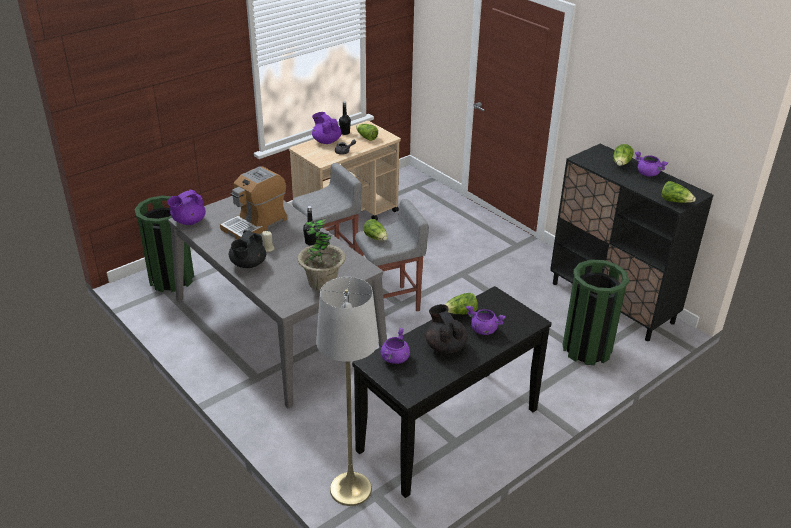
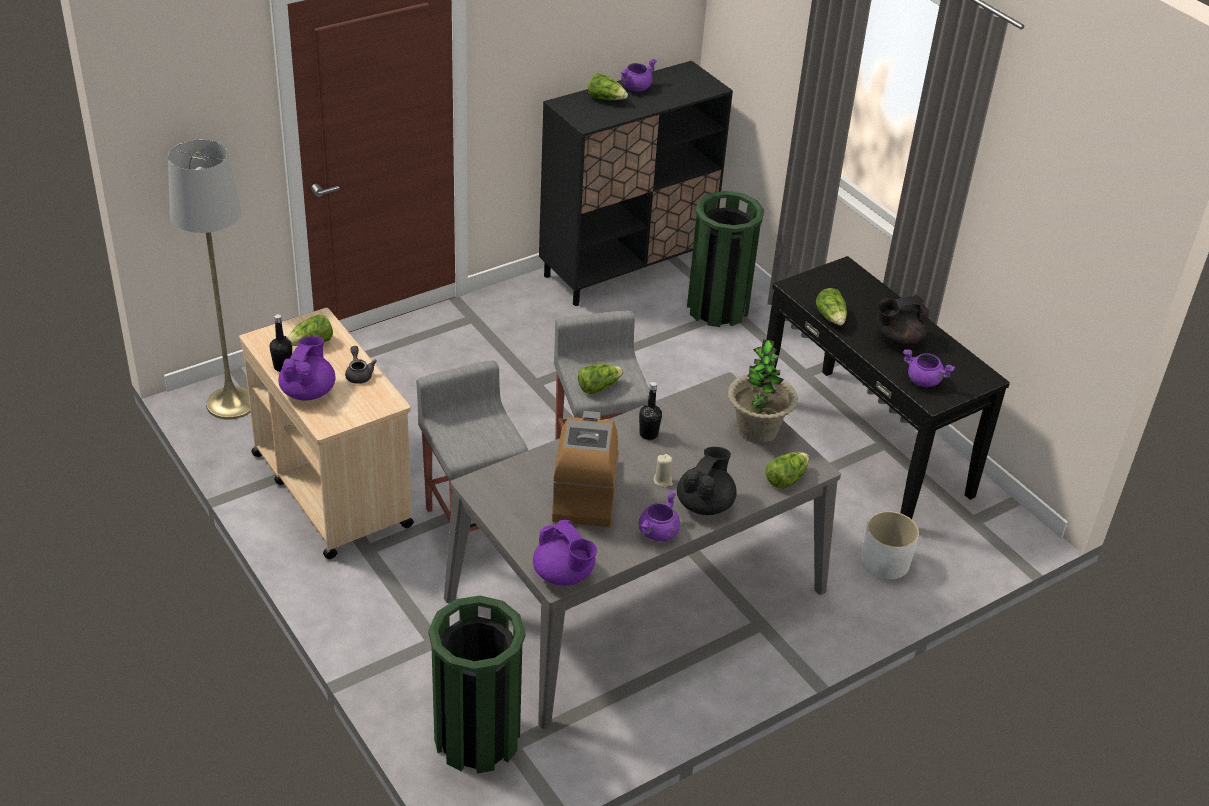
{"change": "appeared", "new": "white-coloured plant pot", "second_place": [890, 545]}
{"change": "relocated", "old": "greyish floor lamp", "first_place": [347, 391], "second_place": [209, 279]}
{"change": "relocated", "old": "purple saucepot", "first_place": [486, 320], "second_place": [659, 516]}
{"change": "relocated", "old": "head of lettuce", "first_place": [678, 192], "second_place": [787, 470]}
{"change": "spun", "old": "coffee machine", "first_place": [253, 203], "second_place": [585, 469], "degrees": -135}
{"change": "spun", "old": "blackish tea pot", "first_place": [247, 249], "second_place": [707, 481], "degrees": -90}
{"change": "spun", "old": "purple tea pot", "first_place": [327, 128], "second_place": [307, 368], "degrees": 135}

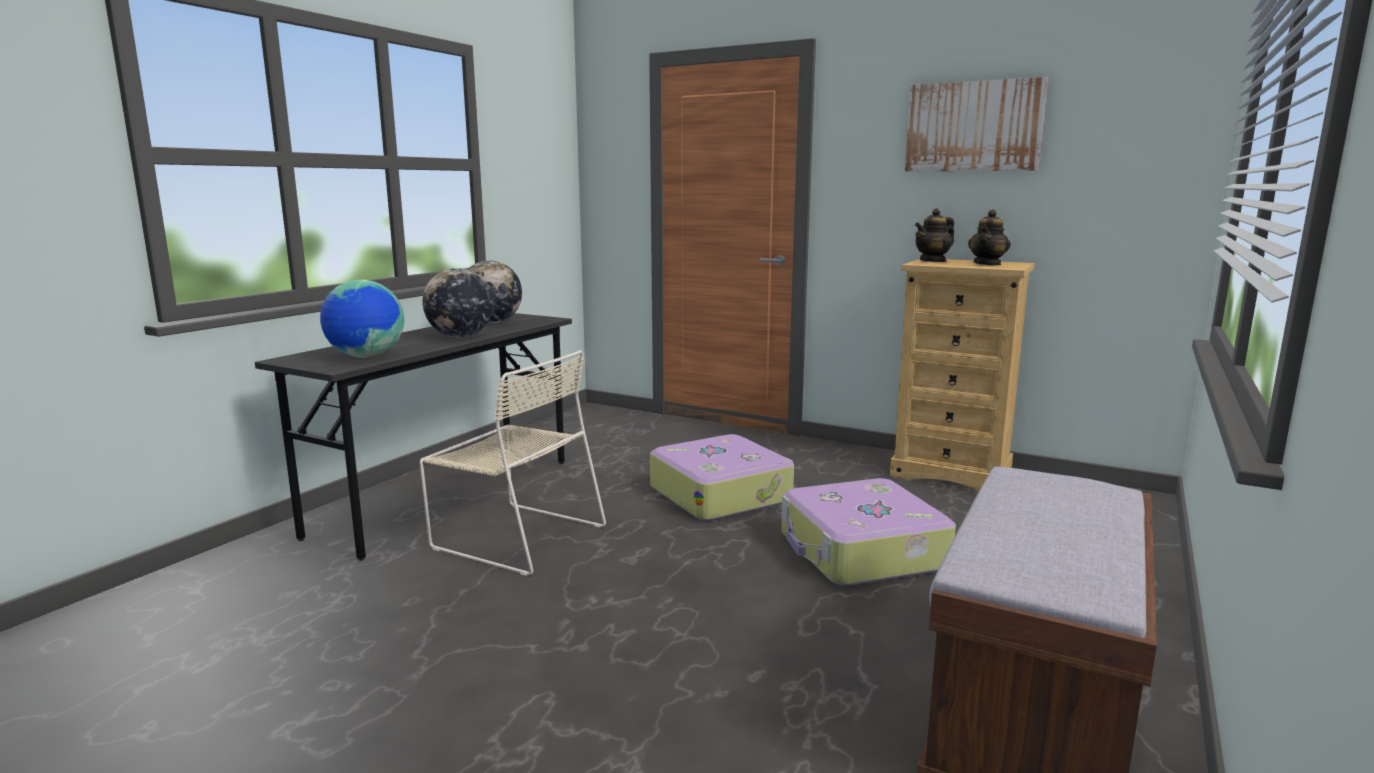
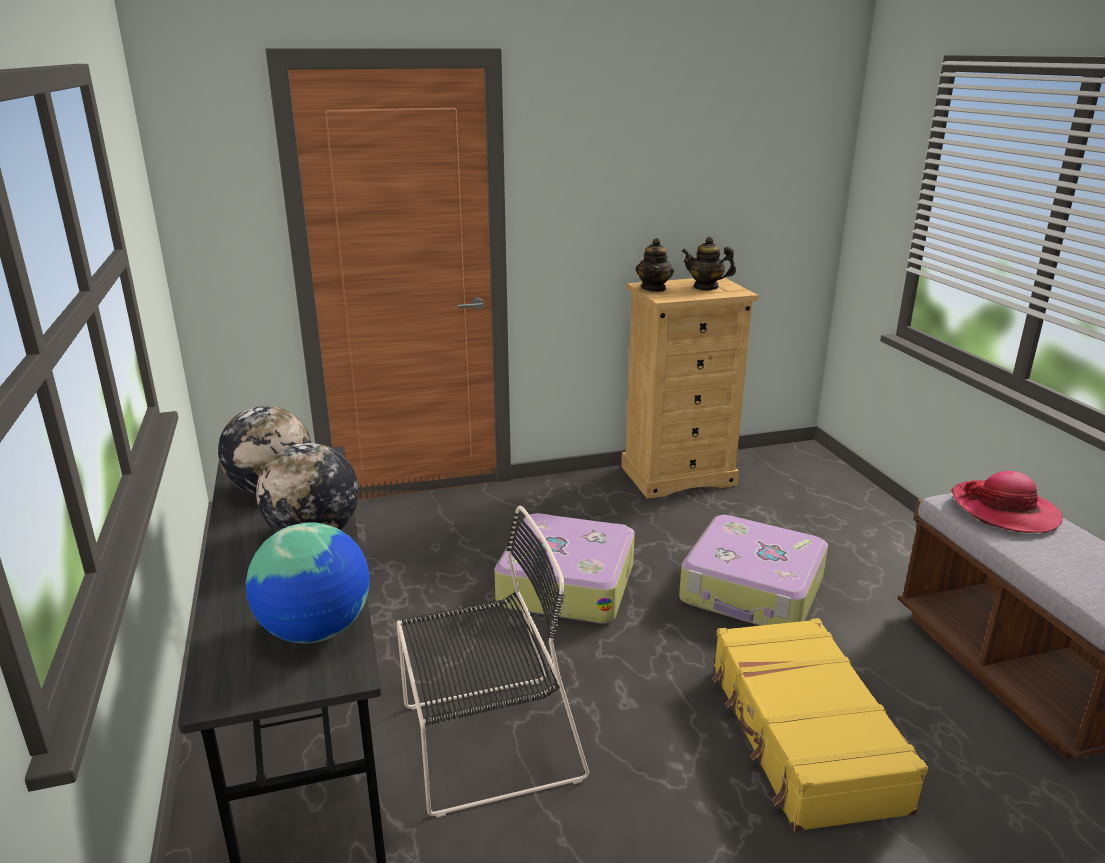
{"change": "missing", "old": "wall art", "first_place": [976, 124]}
{"change": "appeared", "new": "yellow-coloured suitcase", "second_place": [820, 725]}
{"change": "appeared", "new": "hat", "second_place": [1007, 502]}
{"change": "colour", "old": "beige plain chair", "new": "blackish plain chair", "first_place": [513, 463], "second_place": [493, 662]}
{"change": "spun", "old": "tea pot", "first_place": [989, 237], "second_place": [709, 263], "degrees": 120}

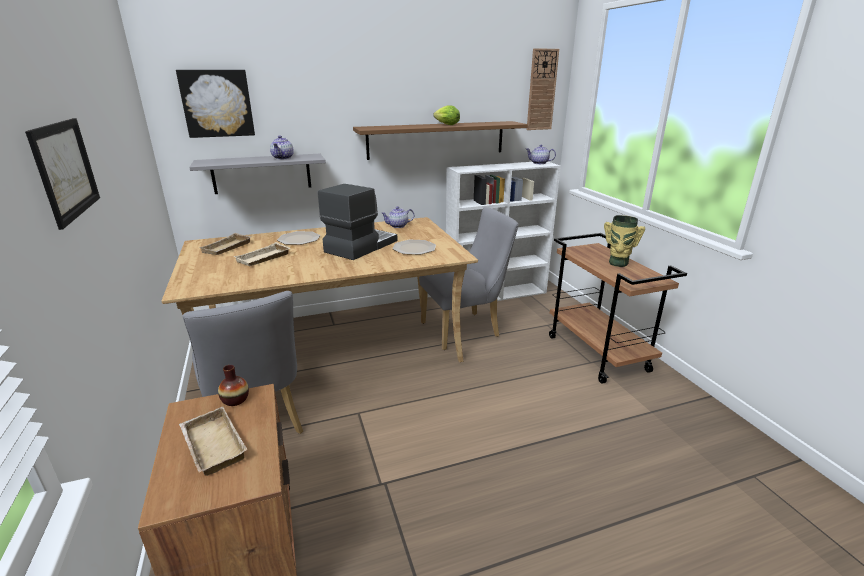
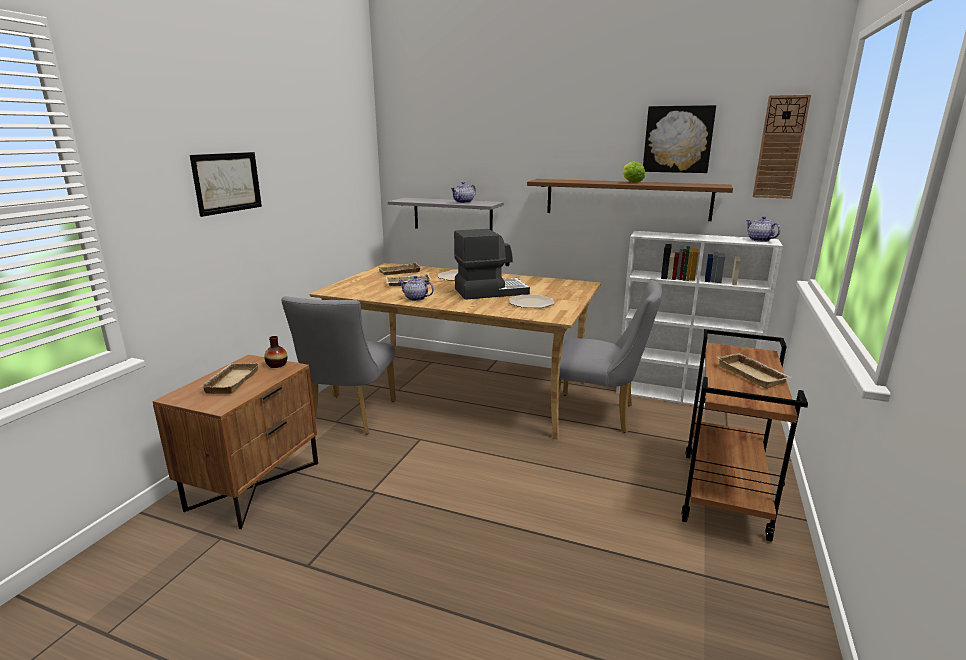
{"change": "relocated", "old": "wall art", "first_place": [215, 104], "second_place": [679, 139]}
{"change": "relocated", "old": "tea pot", "first_place": [397, 217], "second_place": [416, 288]}
{"change": "exchanged", "old": "decorative vase", "new": "beige tray", "first_place": [624, 241], "second_place": [755, 371]}

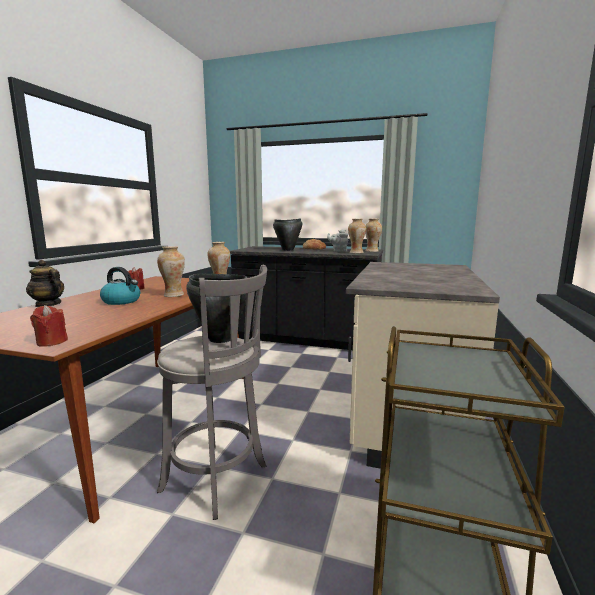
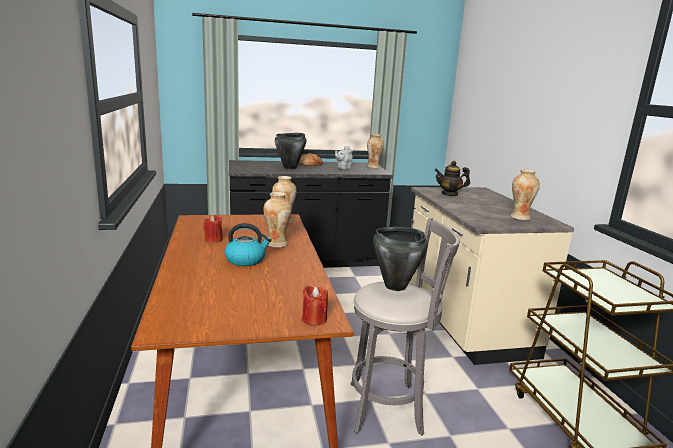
{"change": "relocated", "old": "tea pot", "first_place": [45, 283], "second_place": [452, 178]}
{"change": "relocated", "old": "decorative vase", "first_place": [357, 236], "second_place": [525, 194]}

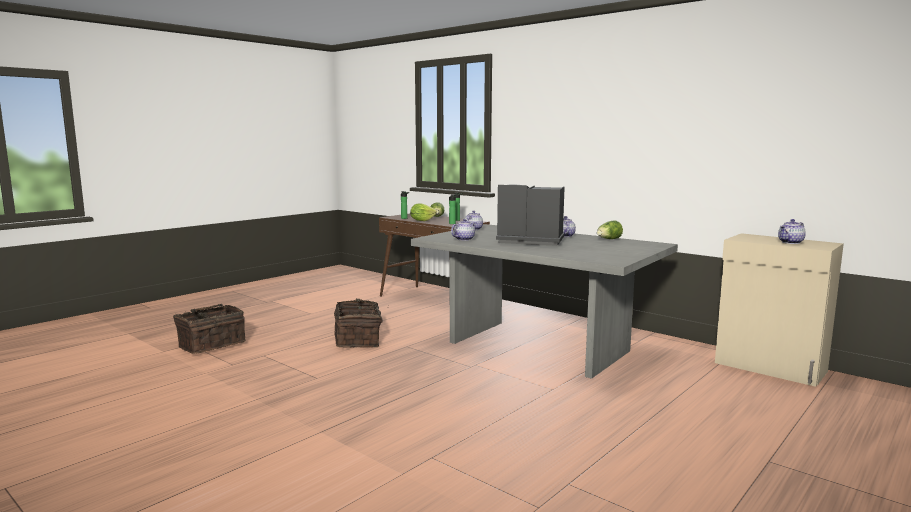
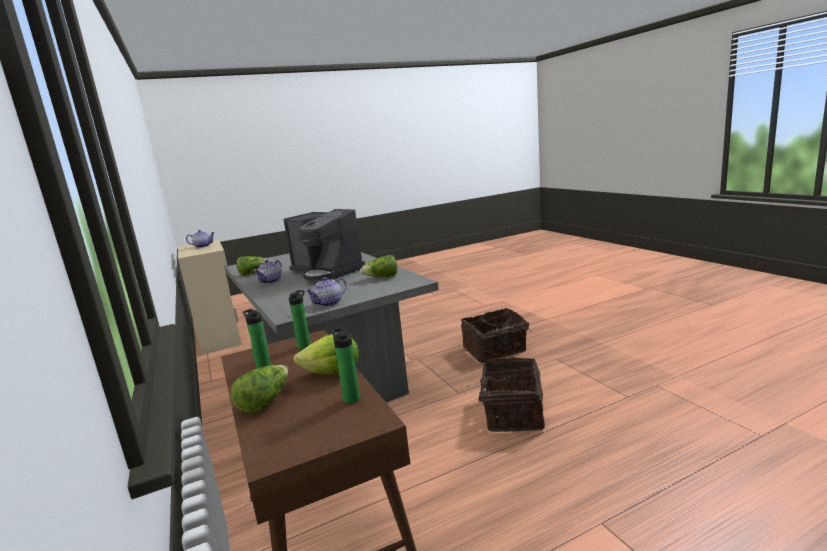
{"change": "relocated", "old": "basket", "first_place": [209, 329], "second_place": [495, 335]}
{"change": "exchanged", "old": "tea pot", "new": "head of lettuce", "first_place": [464, 230], "second_place": [379, 266]}

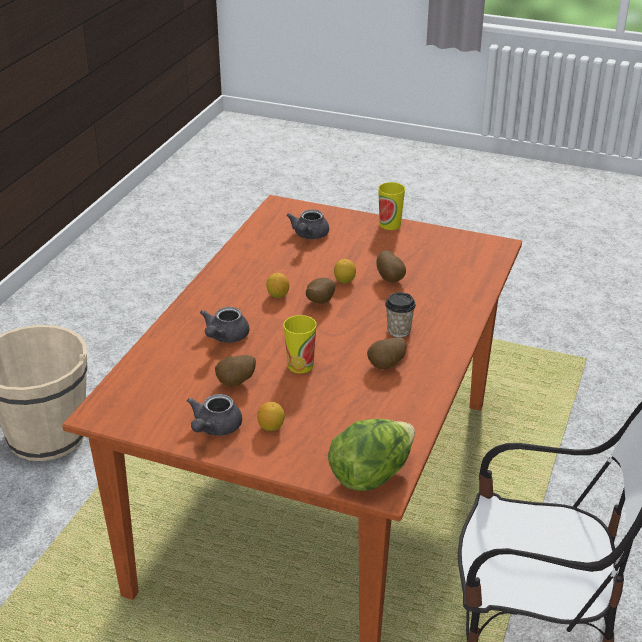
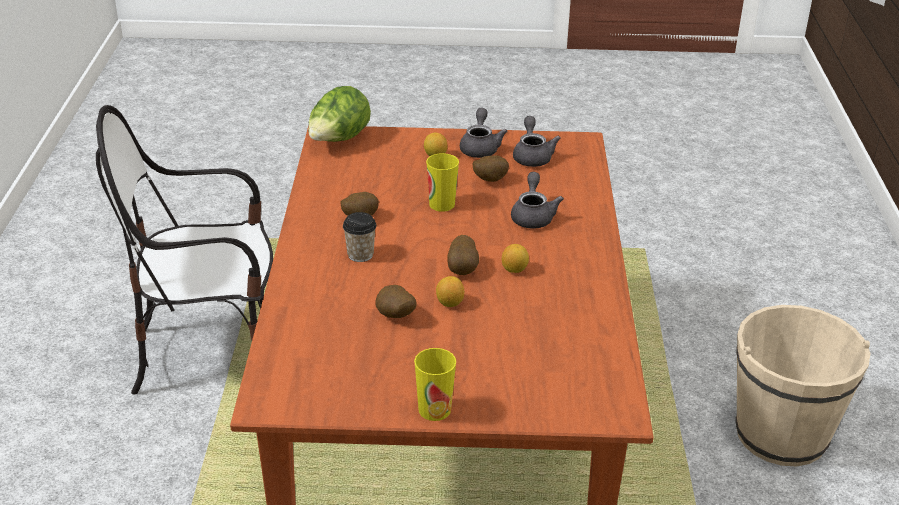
{"change": "relocated", "old": "greyish tea pot", "first_place": [308, 224], "second_place": [537, 141]}

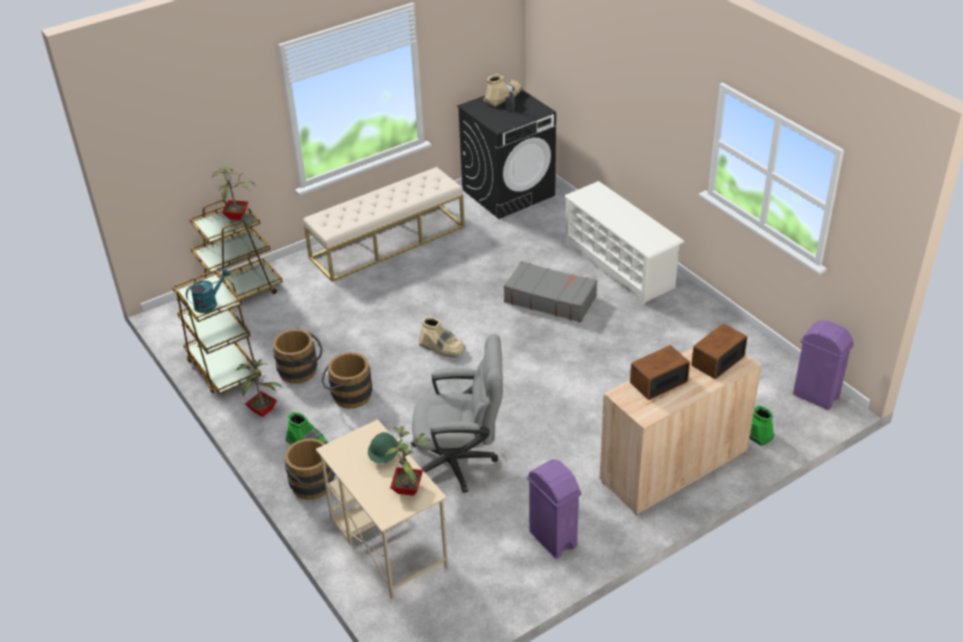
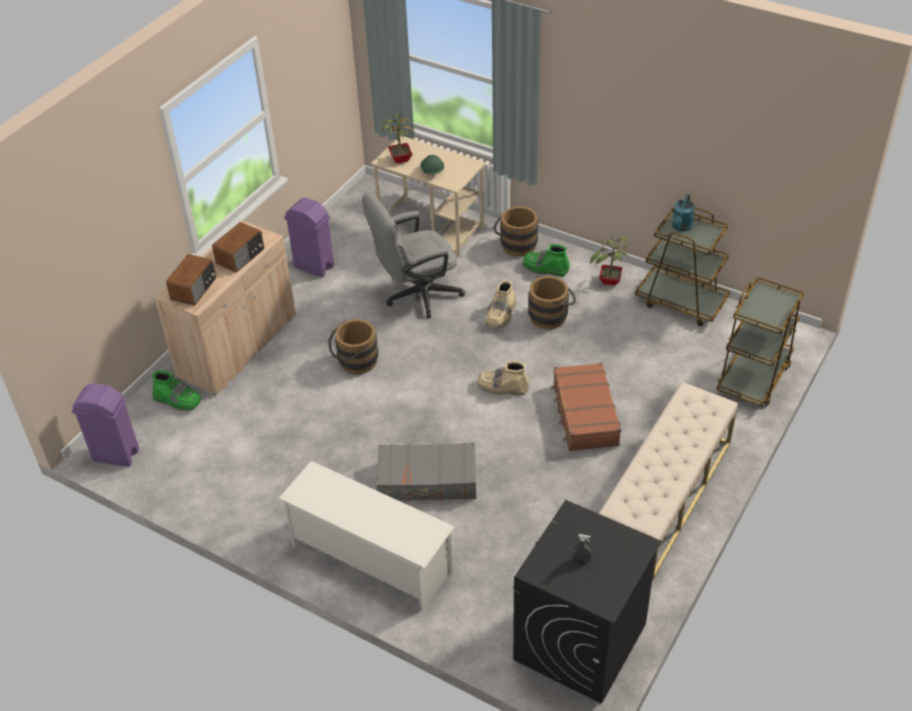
{"change": "missing", "old": "potted plant", "first_place": [233, 193]}
{"change": "appeared", "new": "brown-coloured suitcase", "second_place": [586, 406]}
{"change": "relocated", "old": "brown-coloured pail", "first_place": [298, 356], "second_place": [353, 346]}
{"change": "relocated", "old": "beige tall boot", "first_place": [503, 90], "second_place": [501, 304]}

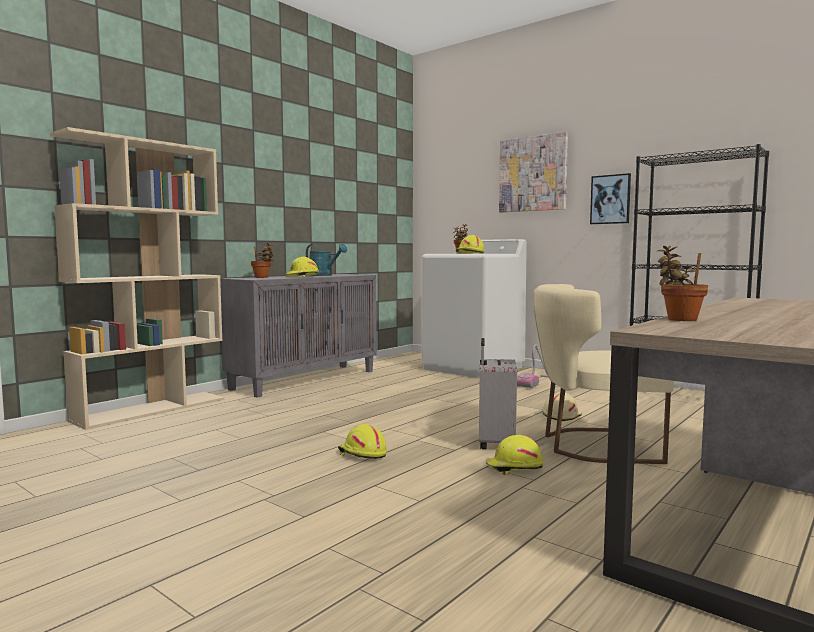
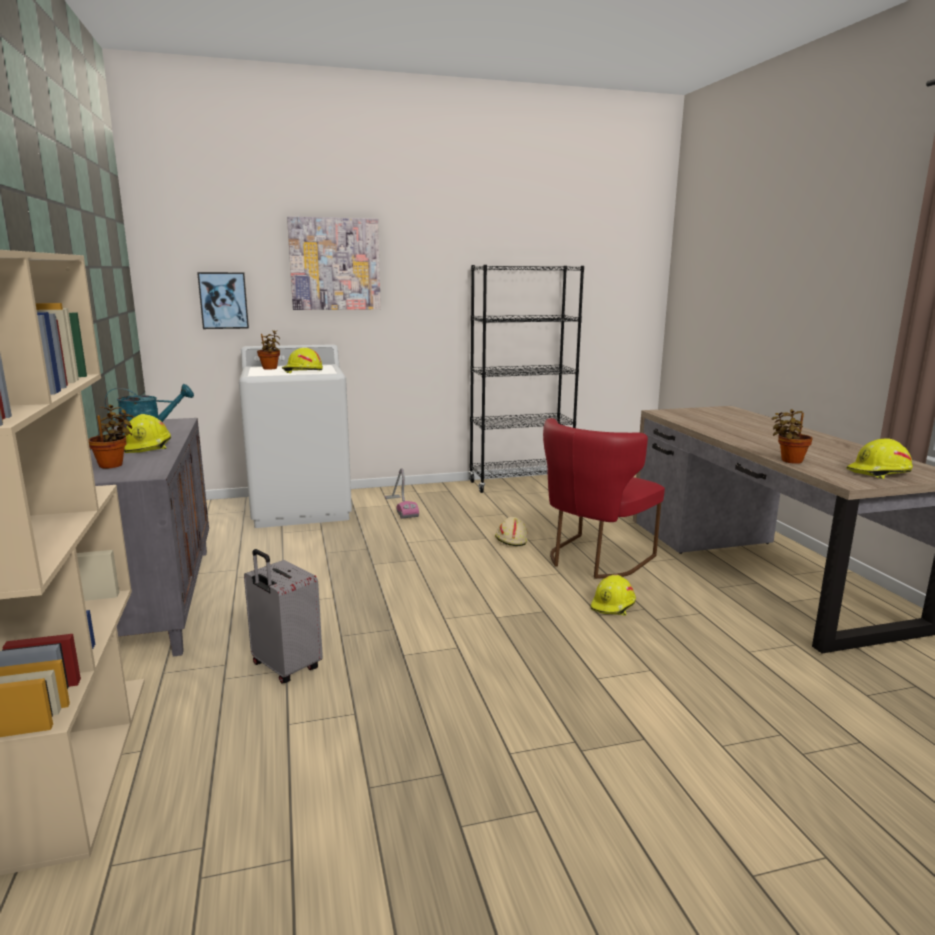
{"change": "relocated", "old": "yellow-coloured safety helmet", "first_place": [362, 441], "second_place": [879, 458]}
{"change": "relocated", "old": "greyish suitcase", "first_place": [498, 393], "second_place": [283, 616]}
{"change": "relocated", "old": "wall art", "first_place": [610, 198], "second_place": [223, 300]}
{"change": "colour", "old": "beige plain chair", "new": "reddish plain chair", "first_place": [603, 374], "second_place": [604, 498]}

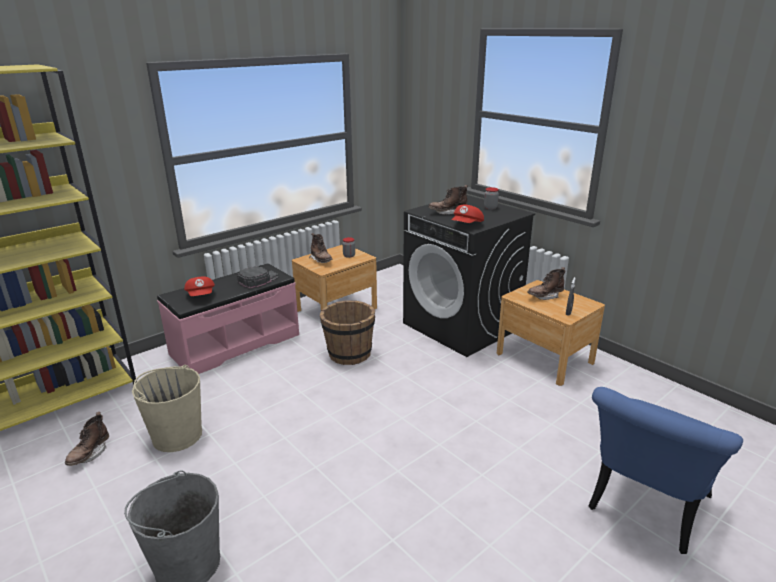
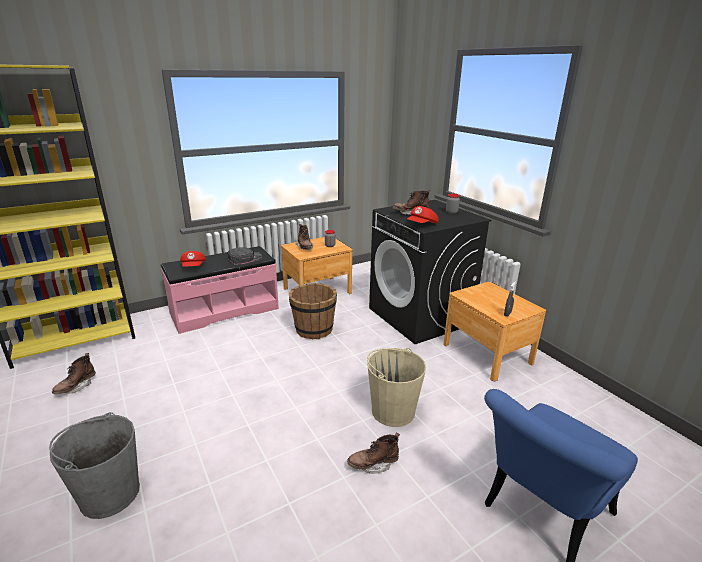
{"change": "relocated", "old": "beige pail", "first_place": [167, 408], "second_place": [396, 387]}
{"change": "relocated", "old": "brown-coloured tall boot", "first_place": [546, 283], "second_place": [373, 453]}

